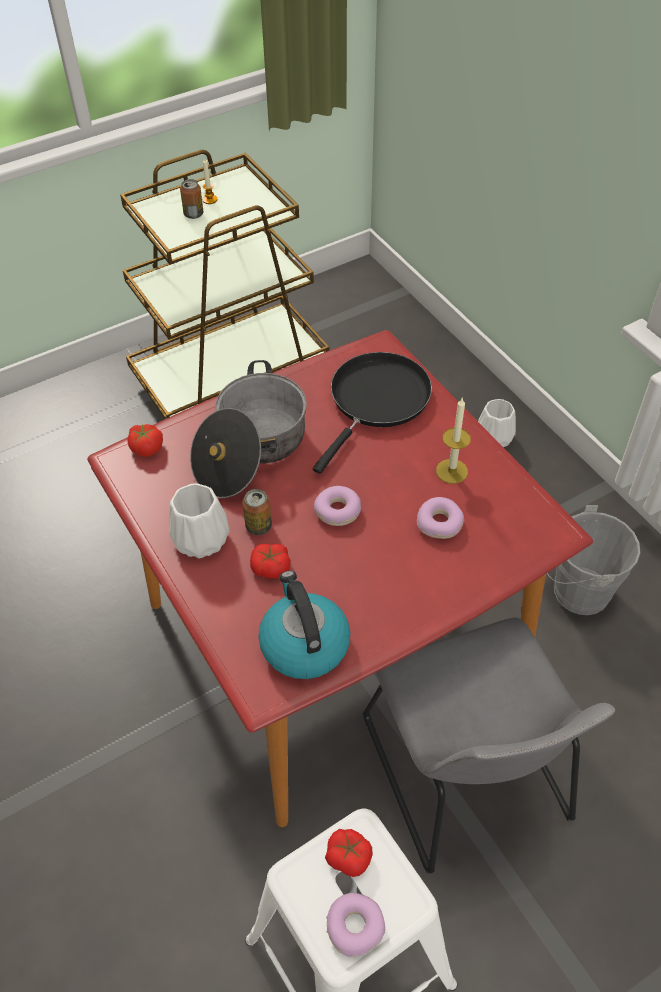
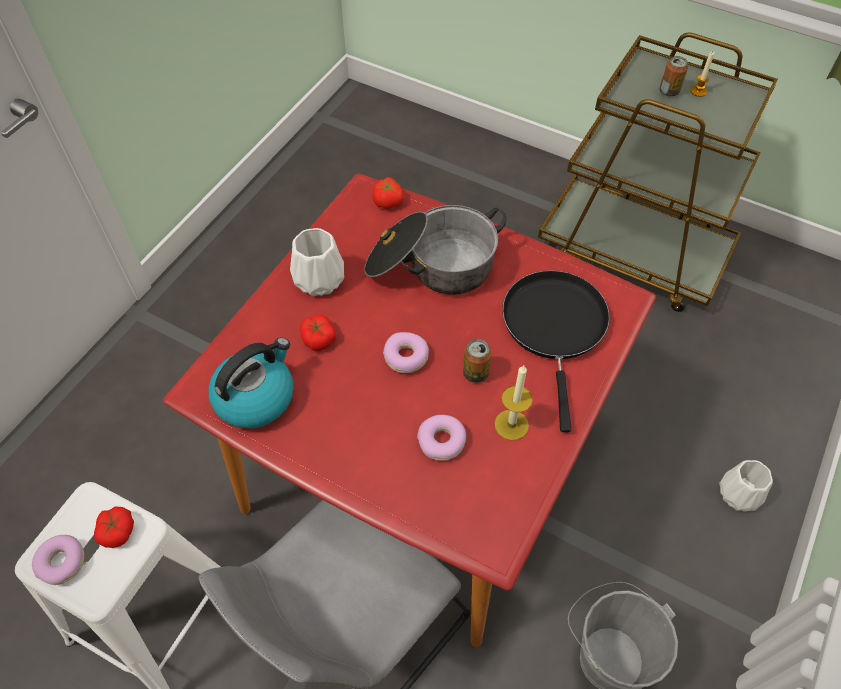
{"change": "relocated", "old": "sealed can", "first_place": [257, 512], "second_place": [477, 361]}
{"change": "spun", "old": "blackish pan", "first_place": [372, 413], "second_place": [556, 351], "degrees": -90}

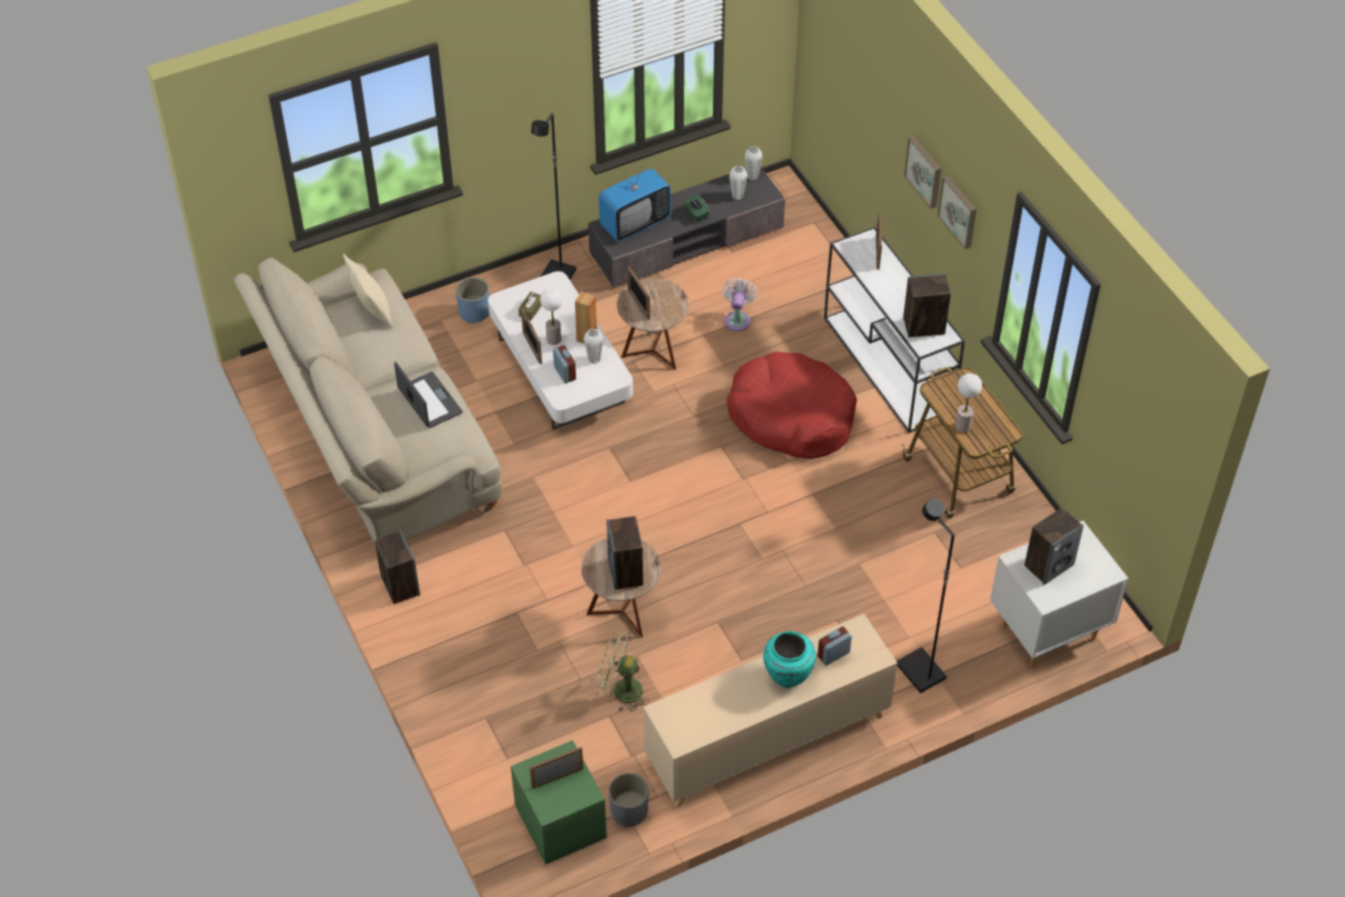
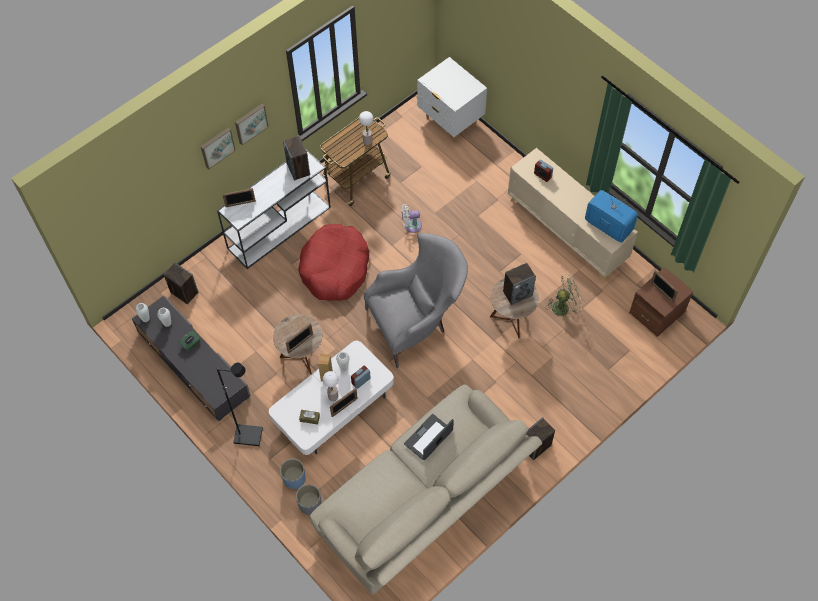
{"change": "missing", "old": "beige throw pillow", "first_place": [368, 291]}
{"change": "missing", "old": "turquoise-coloured decorative vase", "first_place": [789, 659]}
{"change": "missing", "old": "blackish floor lamp", "first_place": [925, 595]}
{"change": "appeared", "new": "greyish armchair", "second_place": [416, 300]}
{"change": "relocated", "old": "TV", "first_place": [635, 199], "second_place": [611, 216]}
{"change": "relocated", "old": "greyish plant pot", "first_place": [628, 800], "second_place": [308, 499]}
{"change": "relocated", "old": "white-coloured electric fan", "first_place": [740, 304], "second_place": [412, 218]}
{"change": "relocated", "old": "audio speaker", "first_place": [1054, 546], "second_place": [181, 283]}
{"change": "colour", "old": "green-coloured bedside table", "new": "brown-coloured bedside table", "first_place": [558, 802], "second_place": [661, 302]}
{"change": "spun", "old": "green-coloured electric fan", "first_place": [623, 671], "second_place": [564, 297], "degrees": -105}

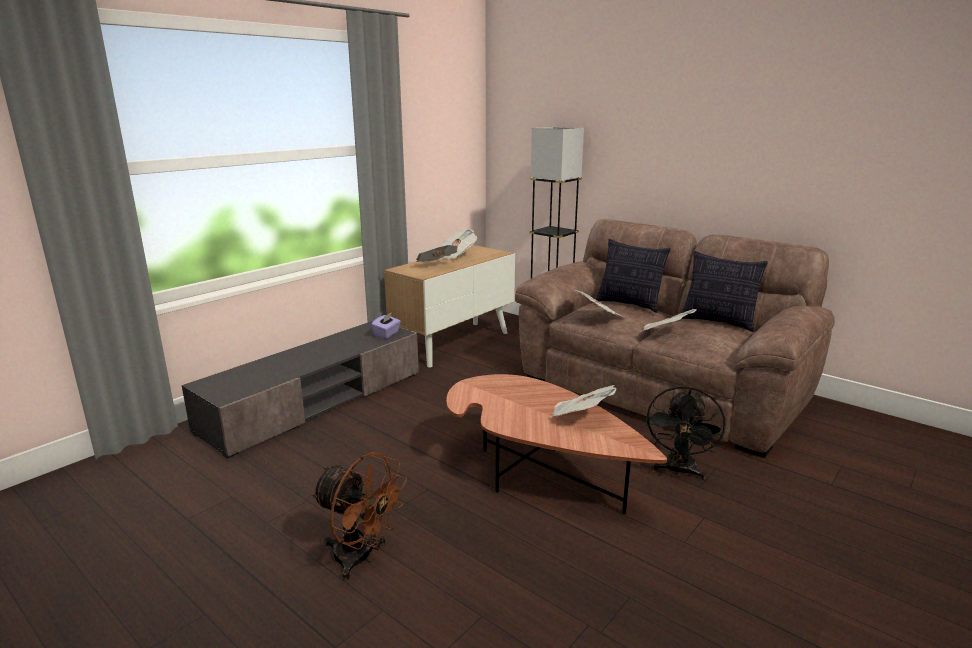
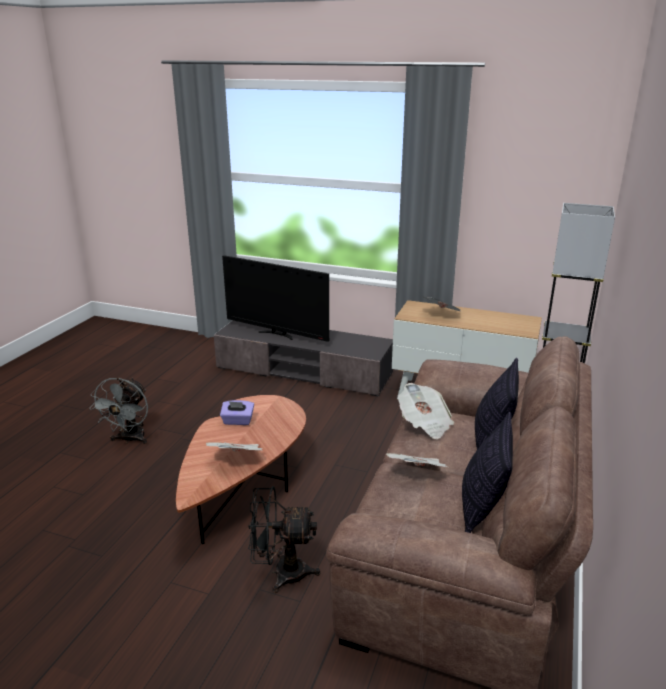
{"change": "missing", "old": "printed paper", "first_place": [458, 244]}
{"change": "appeared", "new": "TV", "second_place": [275, 298]}
{"change": "relocated", "old": "purple box of tissues", "first_place": [386, 325], "second_place": [237, 412]}
{"change": "colour", "old": "brown-coloured electric fan", "new": "greyish electric fan", "first_place": [359, 516], "second_place": [118, 410]}

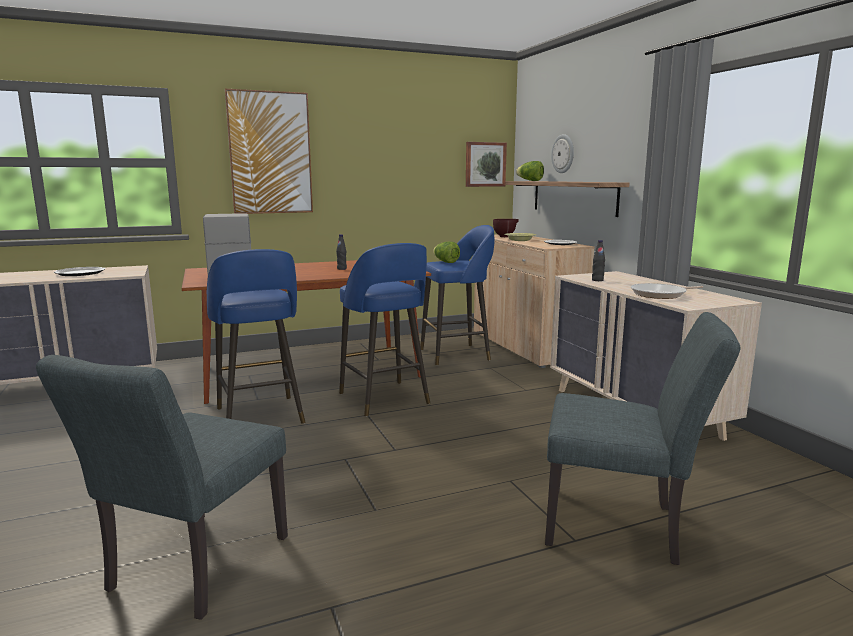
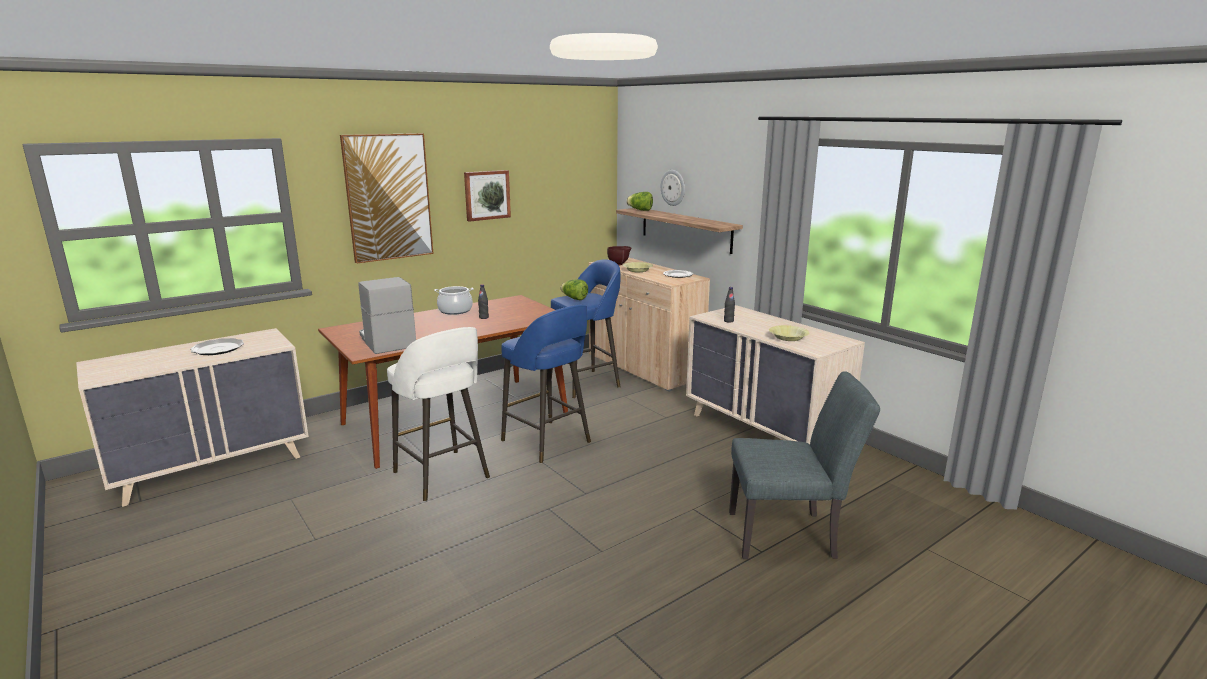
{"change": "missing", "old": "greyish plain chair", "first_place": [162, 487]}
{"change": "appeared", "new": "saucepot", "second_place": [454, 300]}
{"change": "relocated", "old": "wall art", "first_place": [486, 164], "second_place": [487, 196]}
{"change": "exchanged", "old": "pan", "new": "yellow-coloured bowl", "first_place": [667, 291], "second_place": [789, 333]}
{"change": "colour", "old": "blue-coloured stool", "new": "white-coloured stool", "first_place": [256, 336], "second_place": [438, 414]}

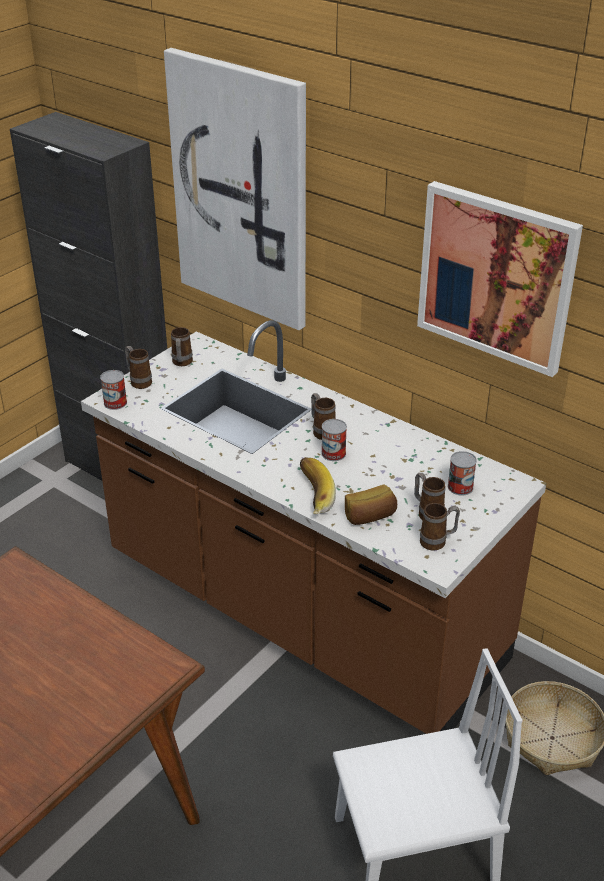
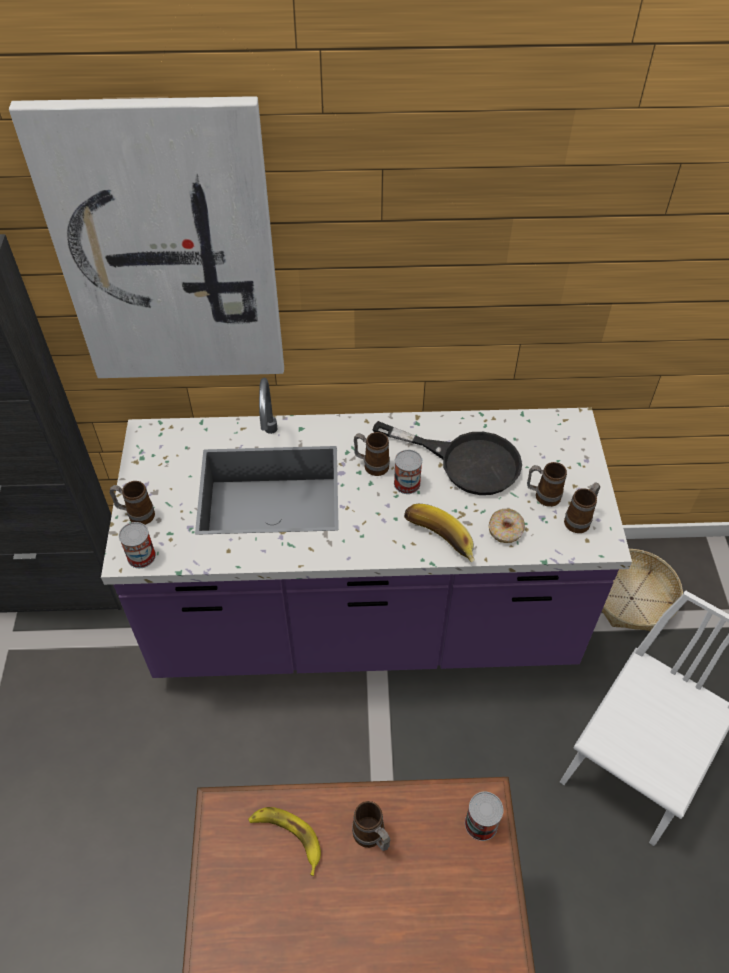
{"change": "missing", "old": "wall art", "first_place": [500, 279]}
{"change": "appeared", "new": "banana fruit", "second_place": [284, 841]}
{"change": "appeared", "new": "blackish pan", "second_place": [447, 458]}
{"change": "relocated", "old": "coffee mug", "first_place": [182, 346], "second_place": [371, 826]}
{"change": "relocated", "old": "sealed can", "first_place": [462, 473], "second_place": [484, 816]}
{"change": "exchanged", "old": "baked bread", "new": "ring doughnut", "first_place": [371, 504], "second_place": [507, 526]}
{"change": "colour", "old": "brown-coloured kitchen counter", "new": "purple kitchen counter", "first_place": [314, 527], "second_place": [366, 528]}

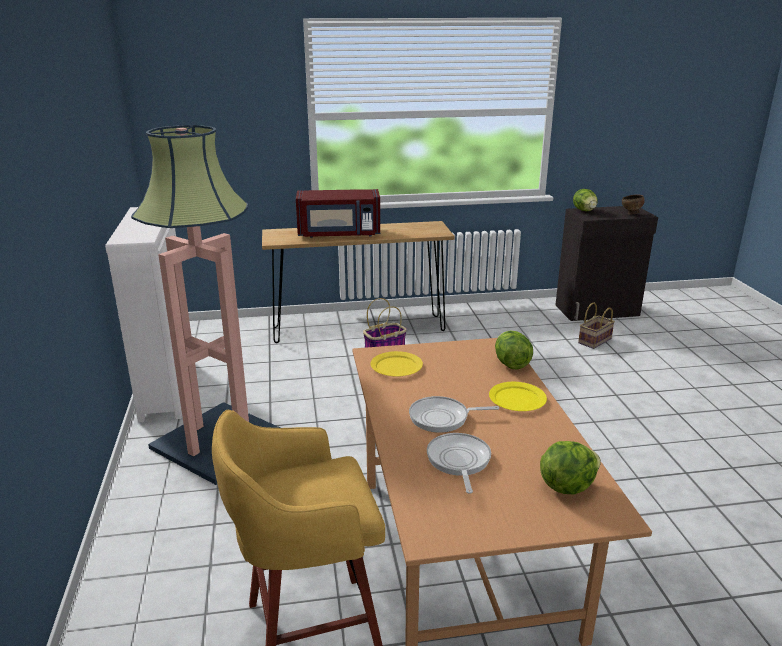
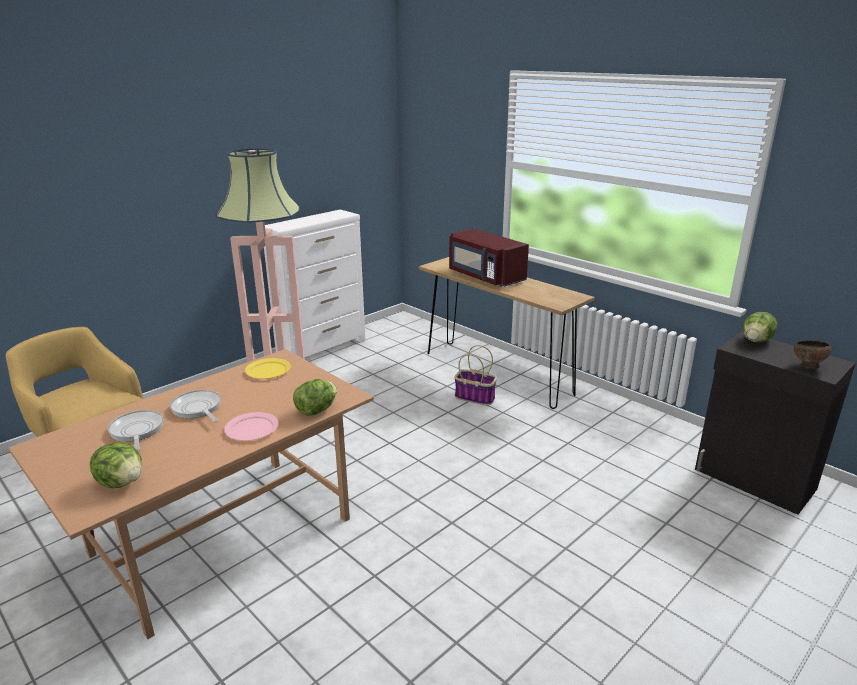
{"change": "missing", "old": "basket", "first_place": [596, 325]}
{"change": "colour", "old": "yellow-coloured plate", "new": "pink plate", "first_place": [518, 396], "second_place": [251, 426]}
{"change": "spun", "old": "pan", "first_place": [459, 463], "second_place": [135, 430], "degrees": -75}

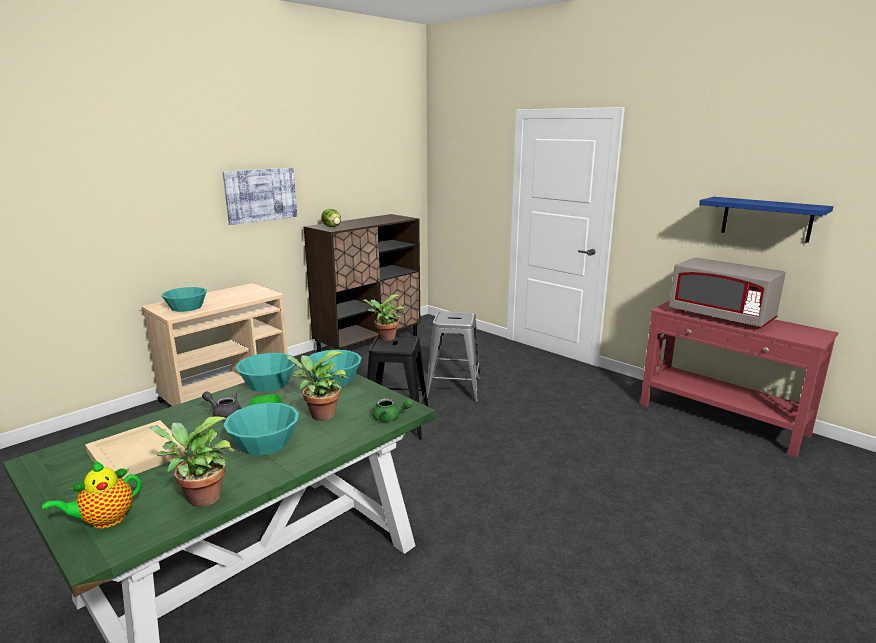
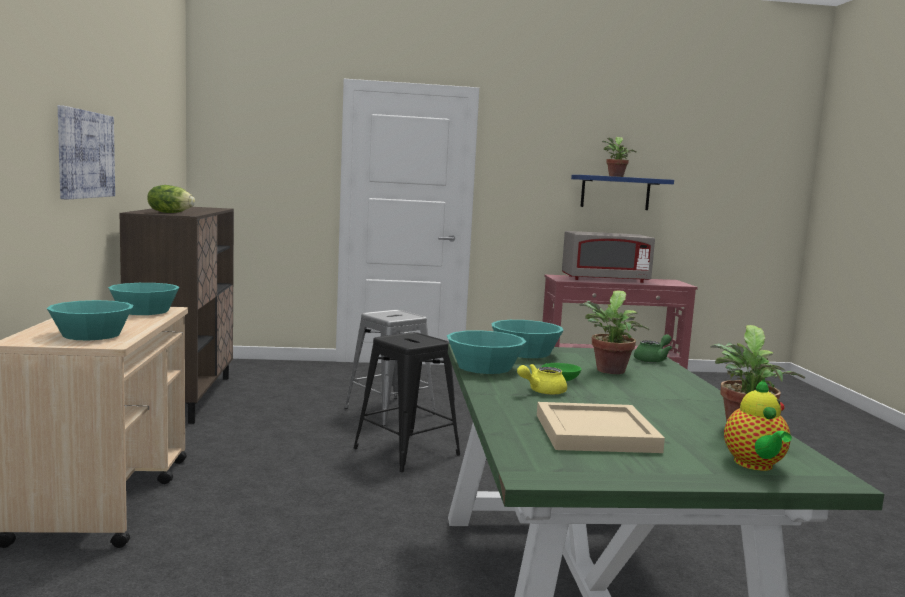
{"change": "relocated", "old": "turquoise-coloured bowl", "first_place": [261, 429], "second_place": [144, 299]}
{"change": "relocated", "old": "potted plant", "first_place": [383, 318], "second_place": [619, 157]}
{"change": "colour", "old": "greyish tea pot", "new": "yellow-coloured tea pot", "first_place": [221, 405], "second_place": [542, 379]}

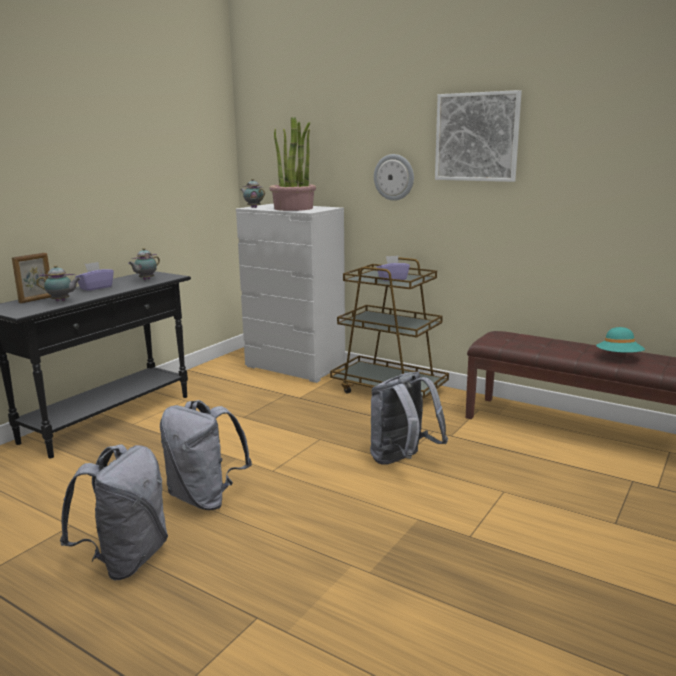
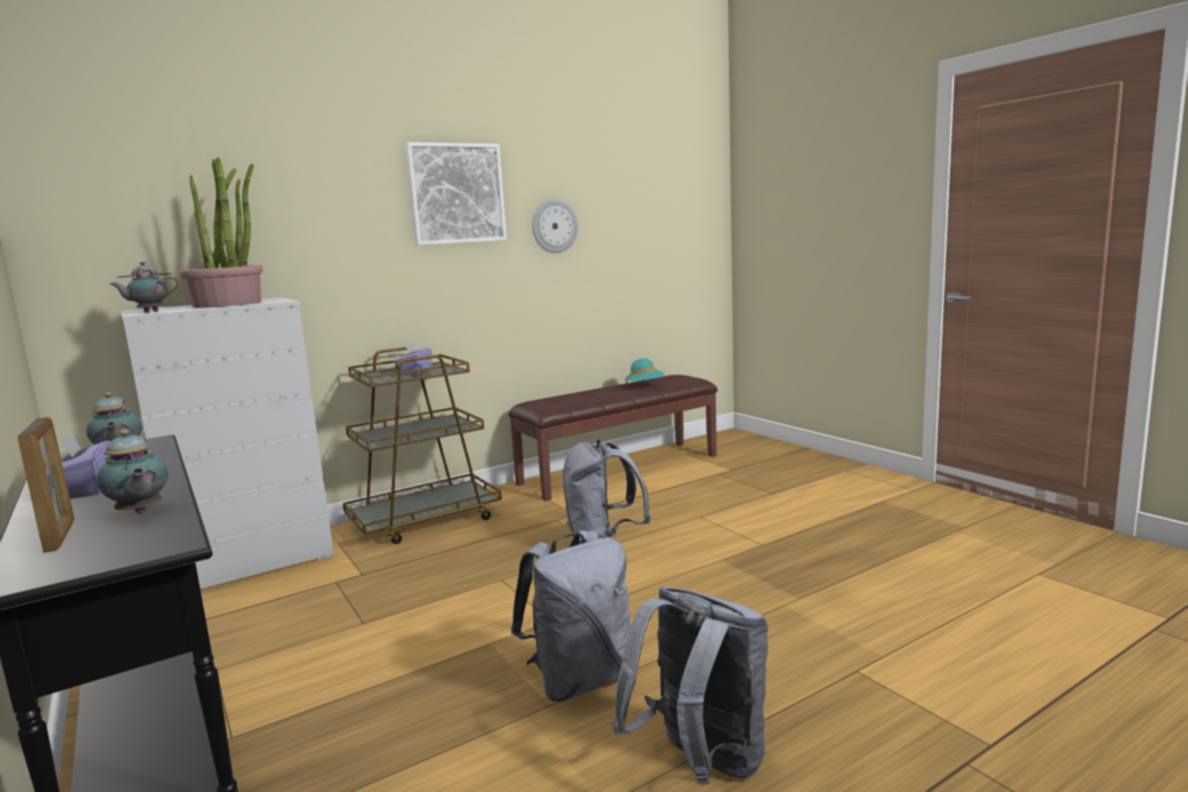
{"change": "relocated", "old": "clock on the wall", "first_place": [394, 177], "second_place": [555, 226]}
{"change": "spun", "old": "tea pot", "first_place": [58, 283], "second_place": [132, 471], "degrees": 120}

